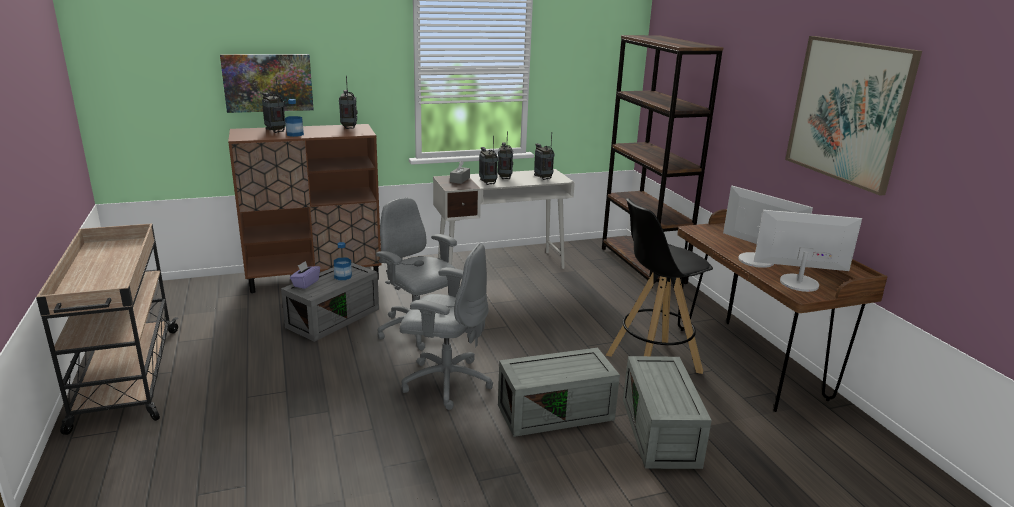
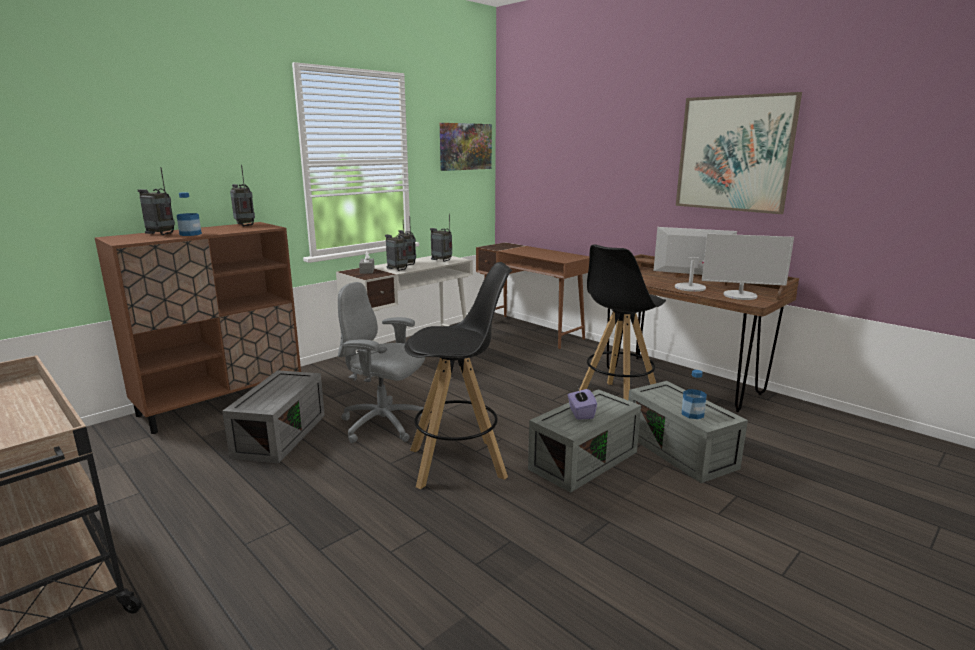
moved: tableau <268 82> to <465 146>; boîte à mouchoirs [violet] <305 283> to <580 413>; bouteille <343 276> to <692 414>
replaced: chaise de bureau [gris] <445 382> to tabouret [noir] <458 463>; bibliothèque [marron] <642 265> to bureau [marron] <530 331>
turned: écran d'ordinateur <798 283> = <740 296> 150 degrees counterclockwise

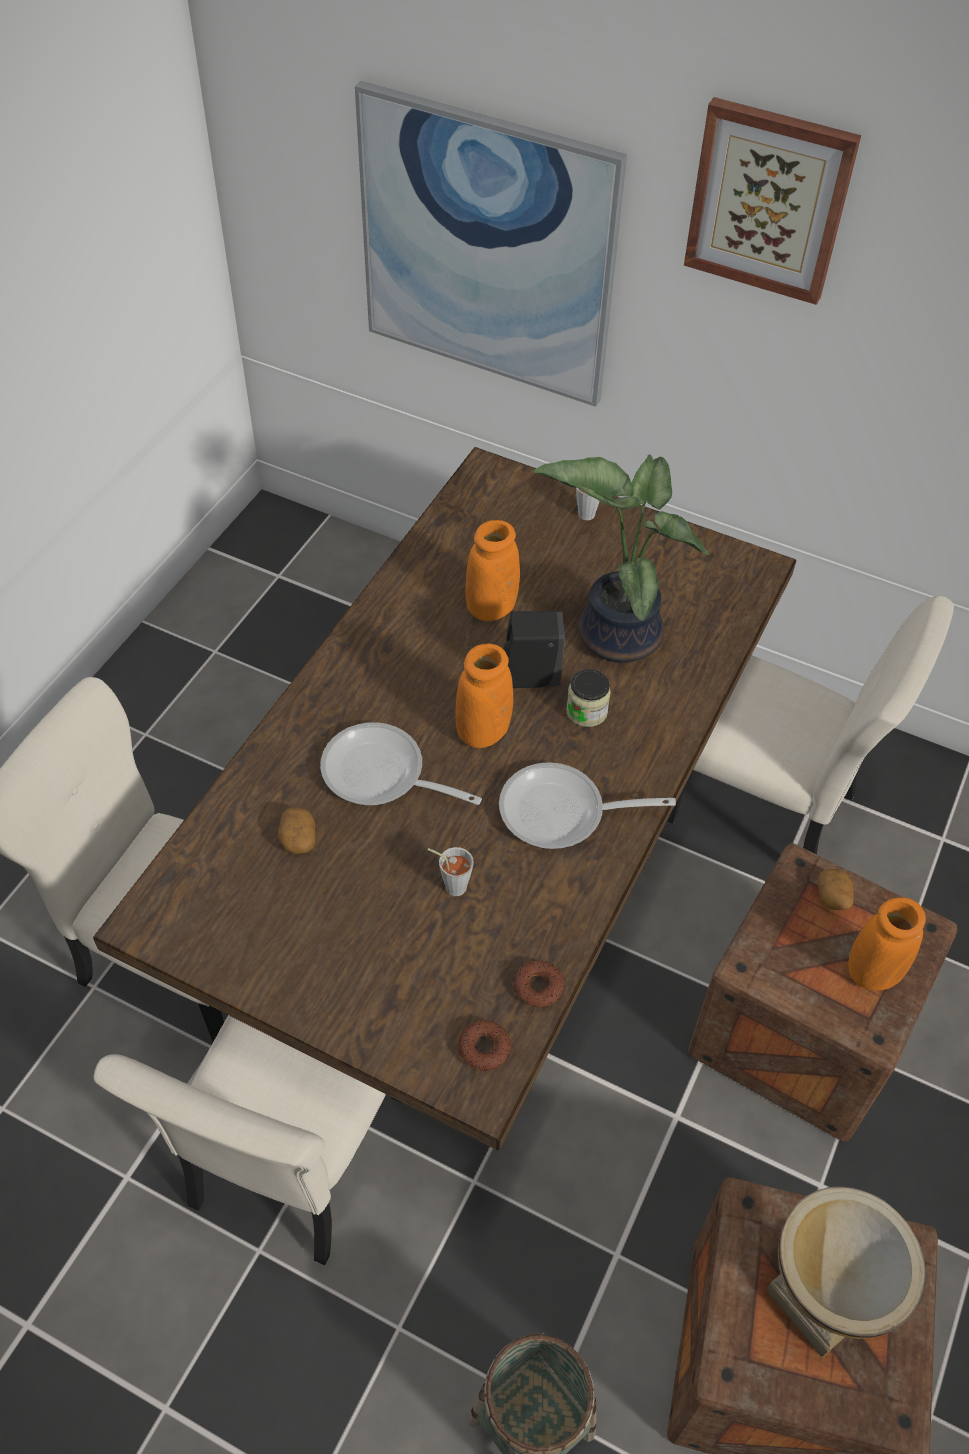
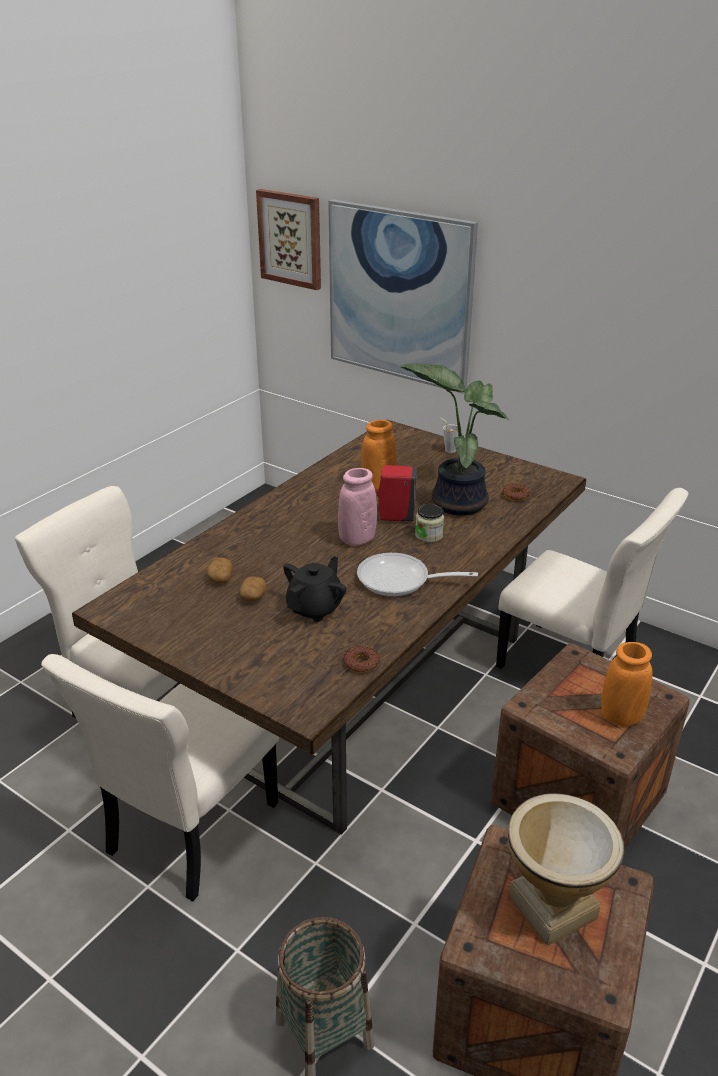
removed: poêle <381 775>
moved: beignet <484 1048> to <515 495>; tableau <769 200> to <291 238>; pomme de terre <833 896> to <253 597>
replaced: tasse [gris] <451 885> to théière [noir] <315 608>
recoloured: vase [orange] <483 731> to vase [rose] <357 539>; distributeur de savon [noir] <530 677> to distributeur de savon [rouge] <395 517>

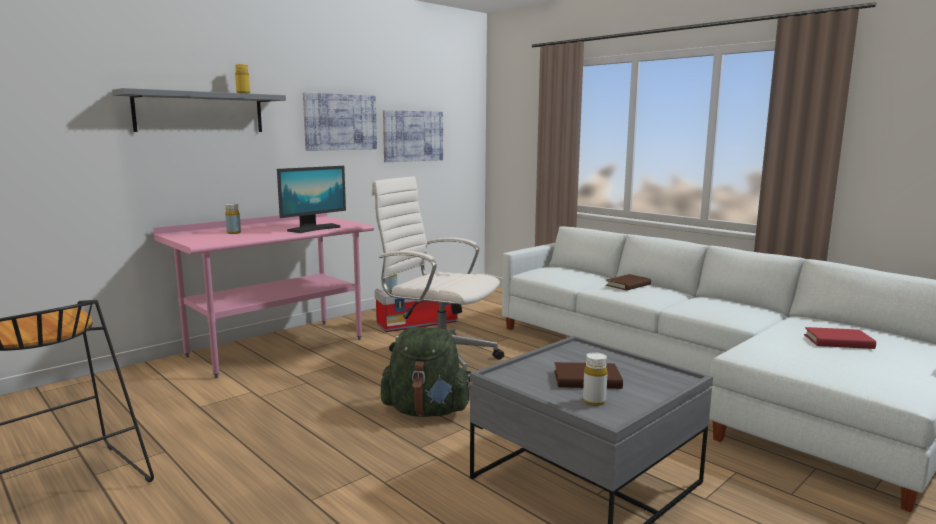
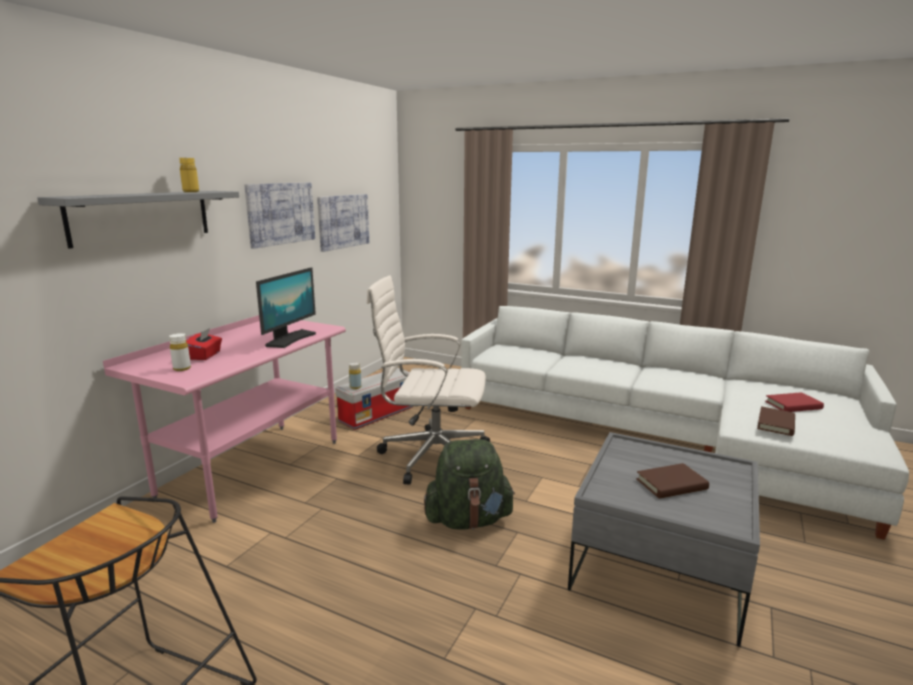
moved: bouteille [blanc] <594 401> to <182 368>; livre [marron] <628 285> to <776 424>
replaced: bouteille [jaune] <233 233> to boîte à mouchoirs [rouge] <205 355>

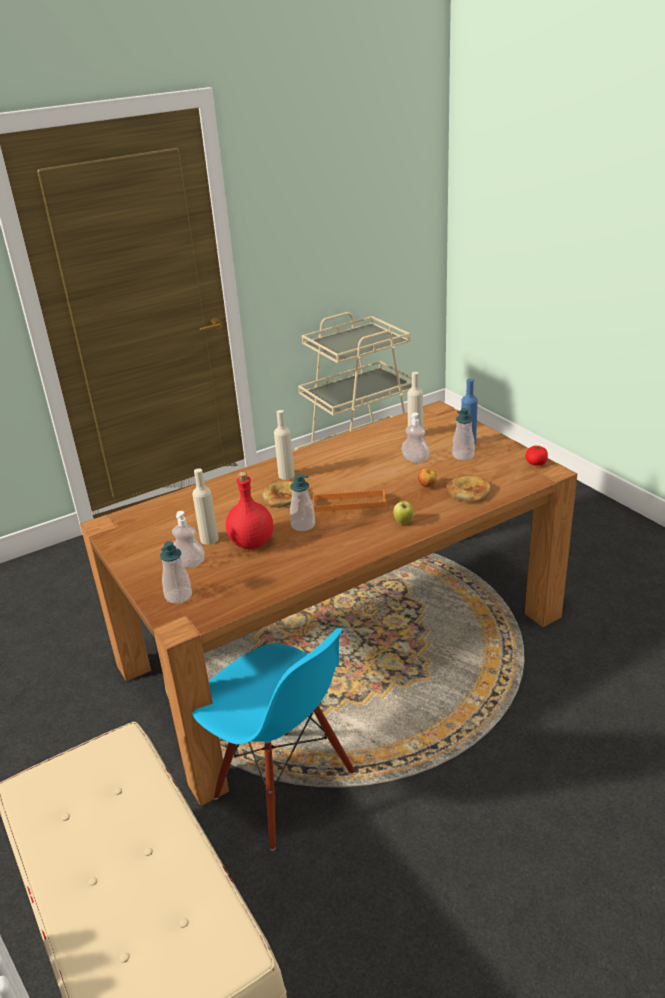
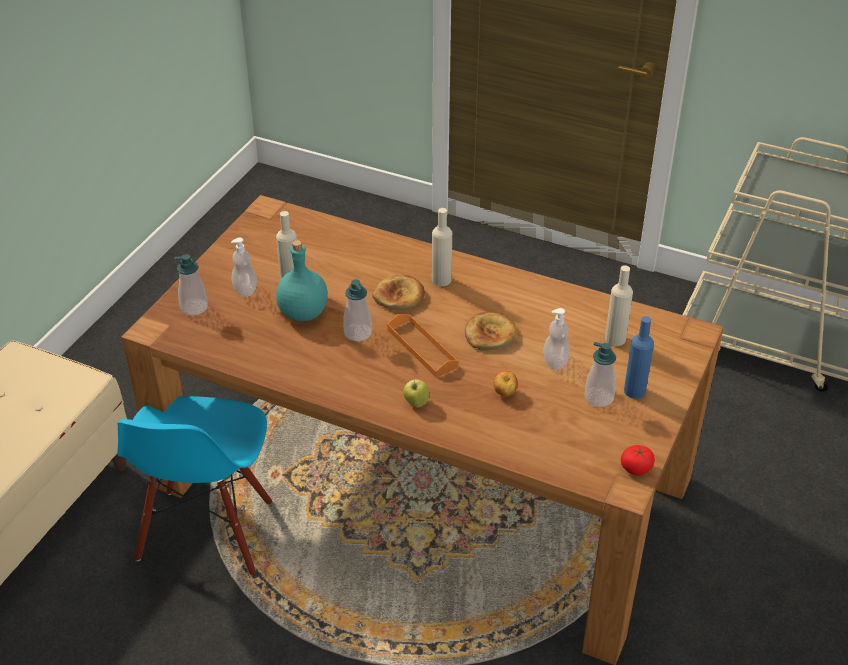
moved: pain <468 491> to <490 334>
recoloured: bouteille [rouge] <251 543> to bouteille [turquoise] <302 312>

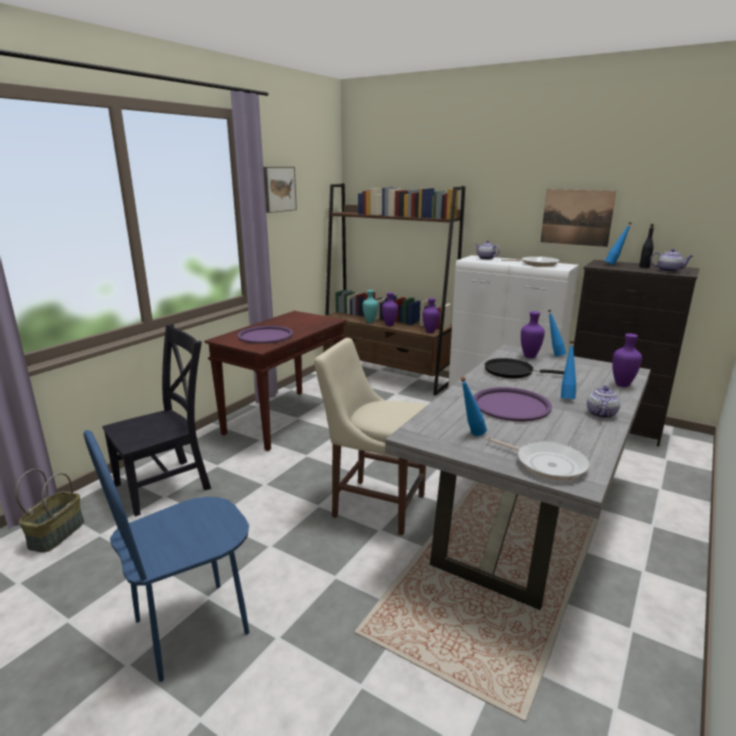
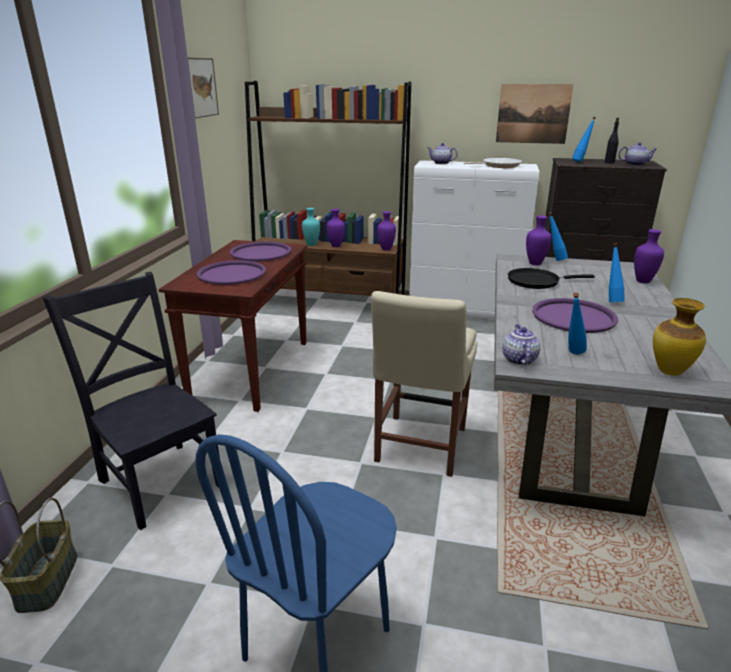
added: plateau [violet] <261 252>
moved: théière <600 413> to <518 359>
replaced: poêle <547 464> to vase <669 371>
turned: chaise [noir] <167 485> = <159 479> 75 degrees counterclockwise; chaise [beige] <374 504> = <419 447> 75 degrees counterclockwise

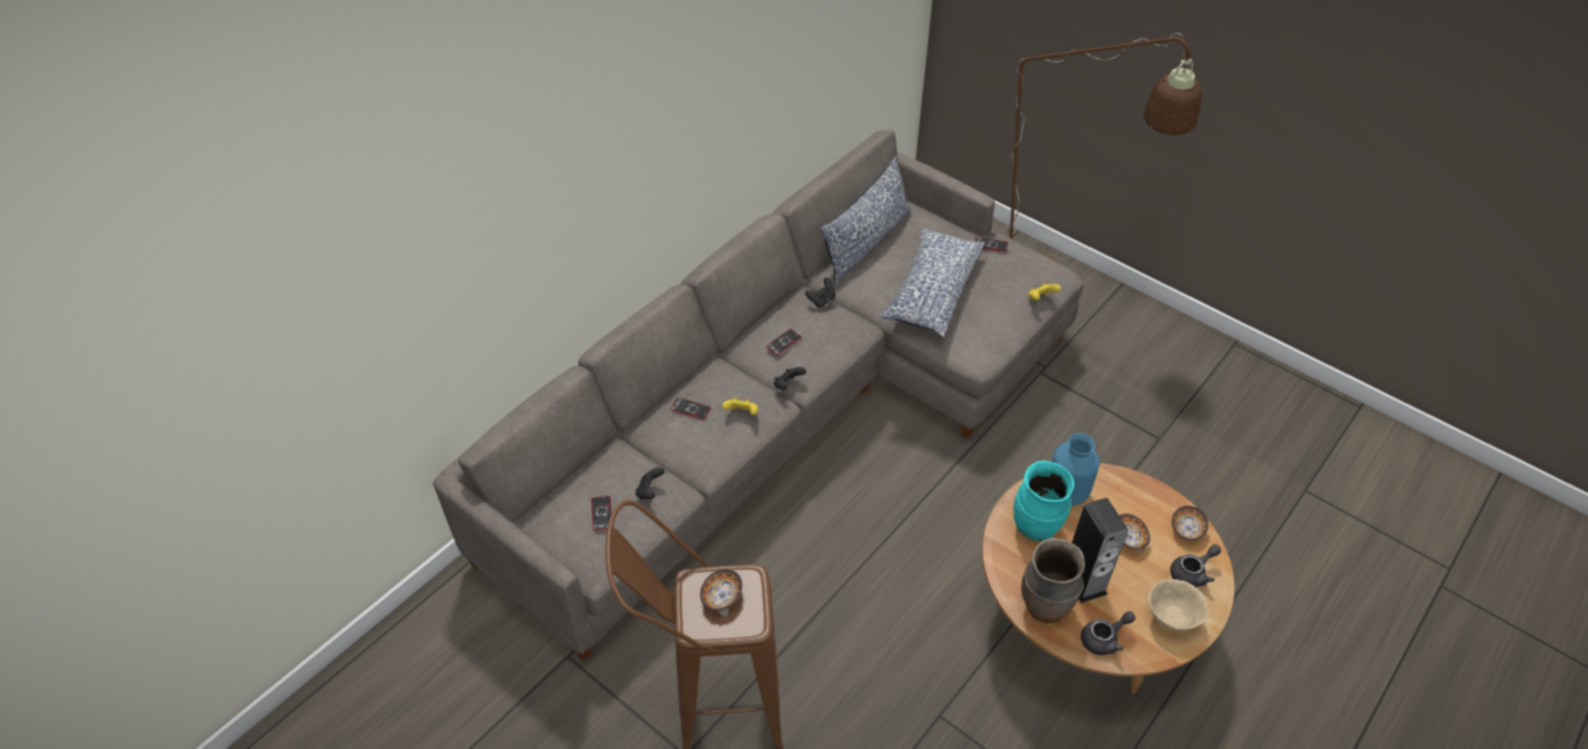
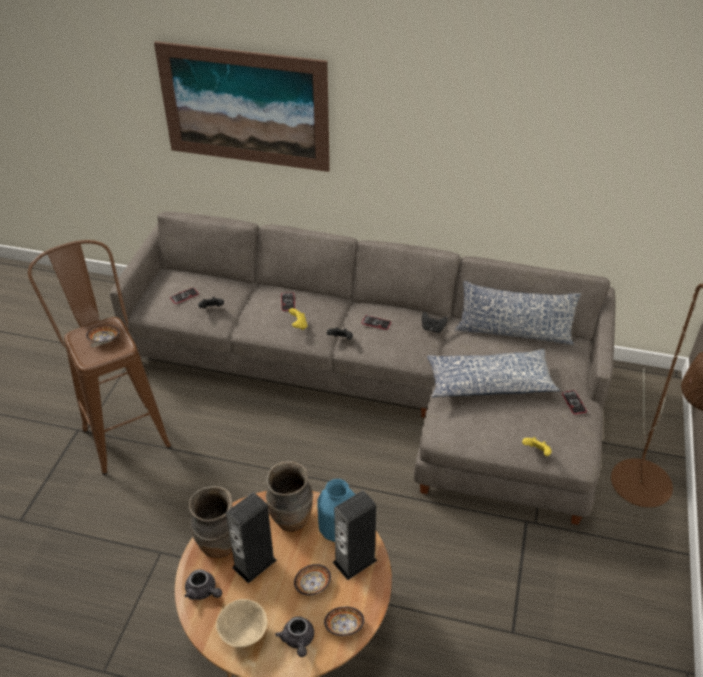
added: tableau <245 107>; enceinte <355 561>
recoloured: vase [turquoise] <1036 528> to vase [marron] <291 519>
turned: théière [gris] <1192 573> = <298 641> 45 degrees clockwise

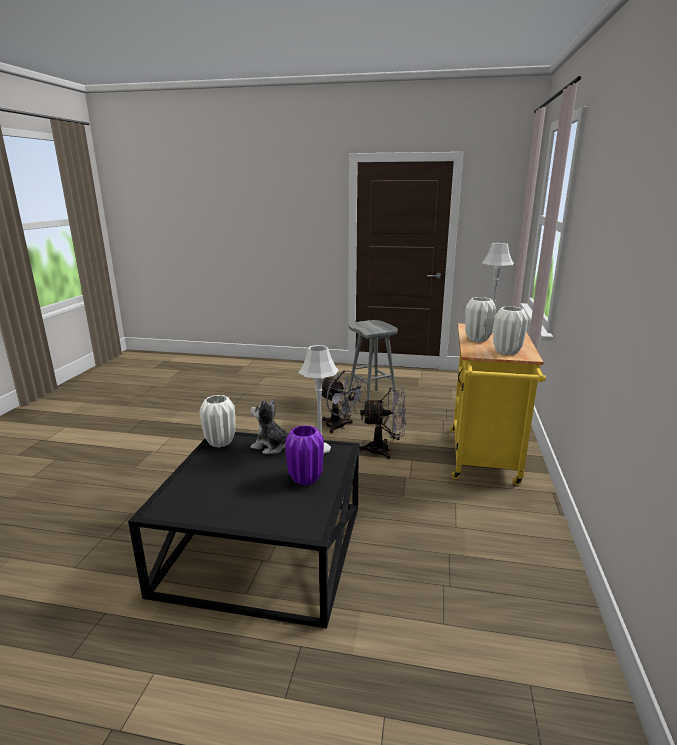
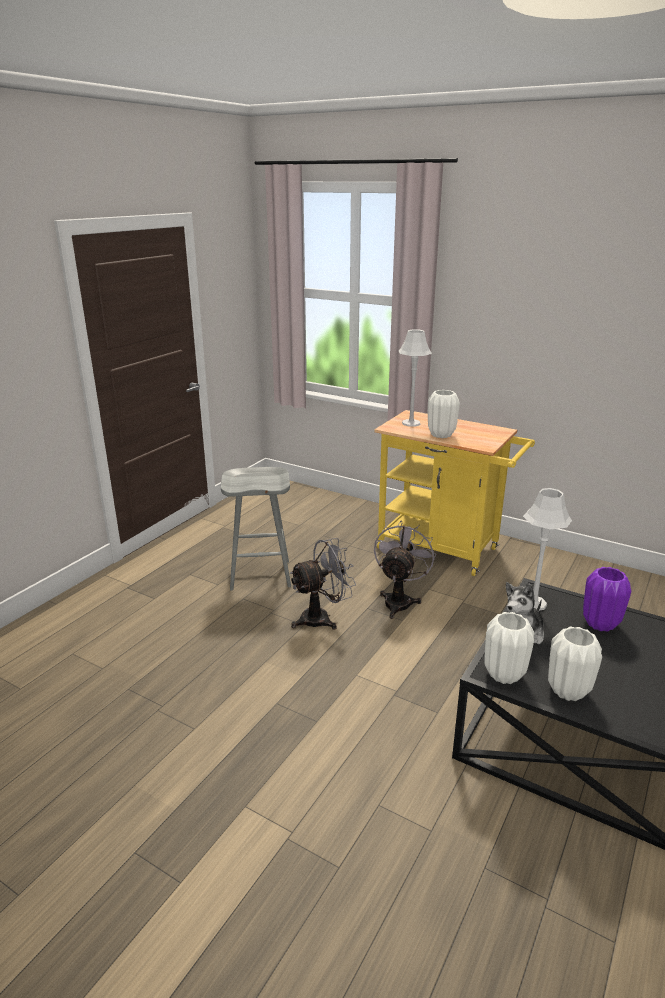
moved: vase [blanc] <506 352> to <567 691>

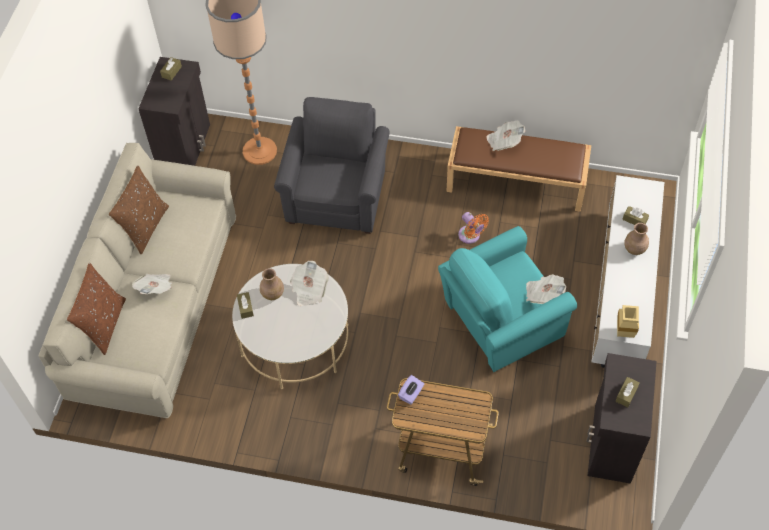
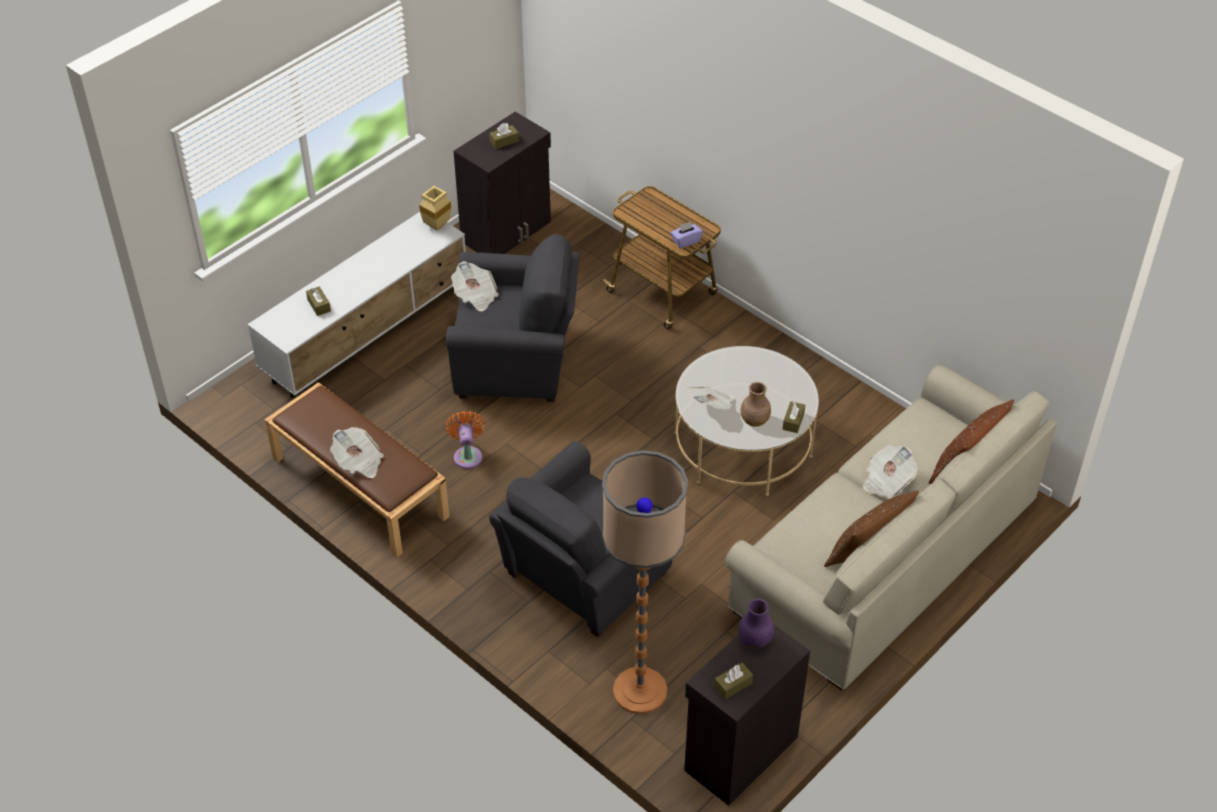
removed: vase [marron] <634 249>
added: vase [violet] <754 640>
recoloured: fauteuil [turquoise] <498 323> to fauteuil [gris] <517 362>

